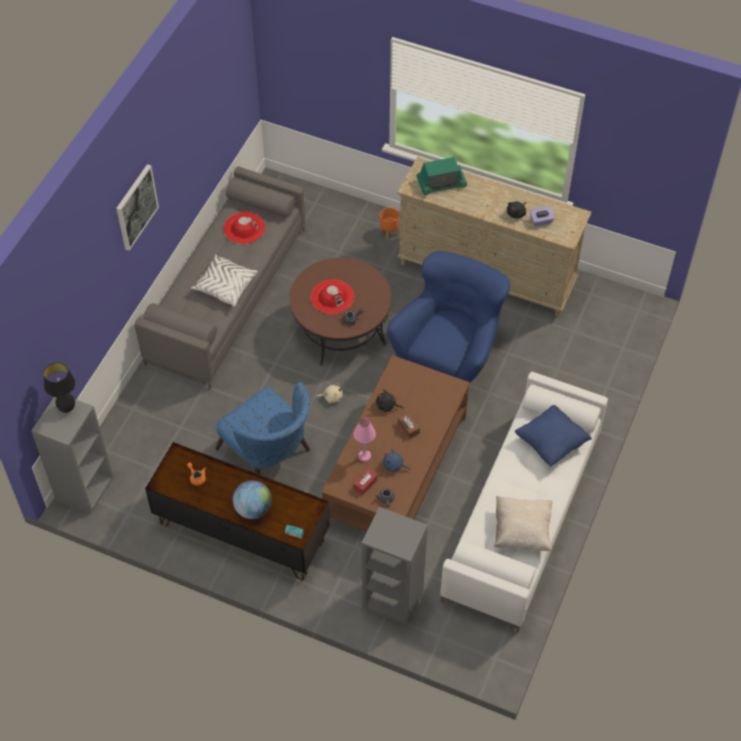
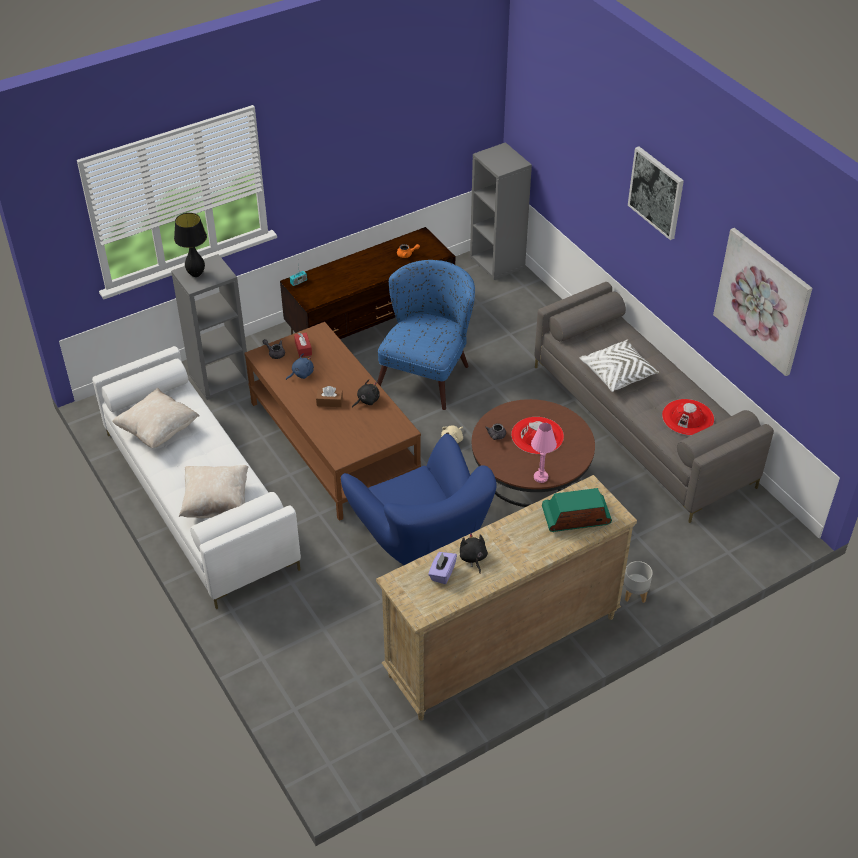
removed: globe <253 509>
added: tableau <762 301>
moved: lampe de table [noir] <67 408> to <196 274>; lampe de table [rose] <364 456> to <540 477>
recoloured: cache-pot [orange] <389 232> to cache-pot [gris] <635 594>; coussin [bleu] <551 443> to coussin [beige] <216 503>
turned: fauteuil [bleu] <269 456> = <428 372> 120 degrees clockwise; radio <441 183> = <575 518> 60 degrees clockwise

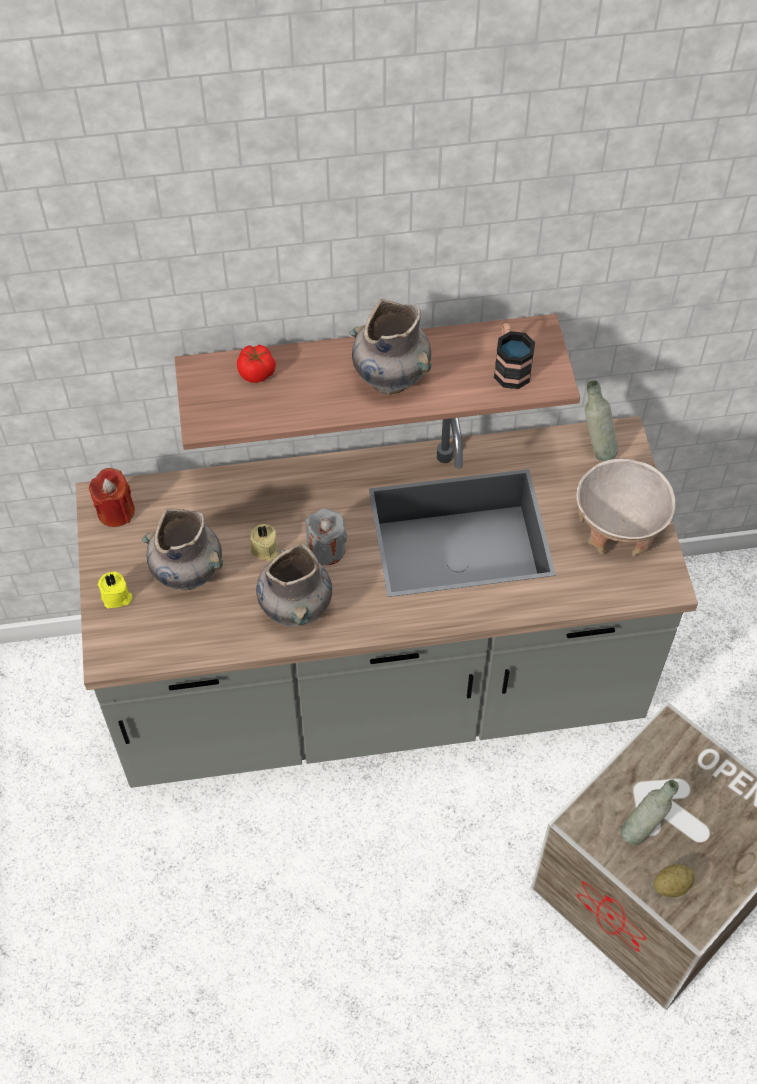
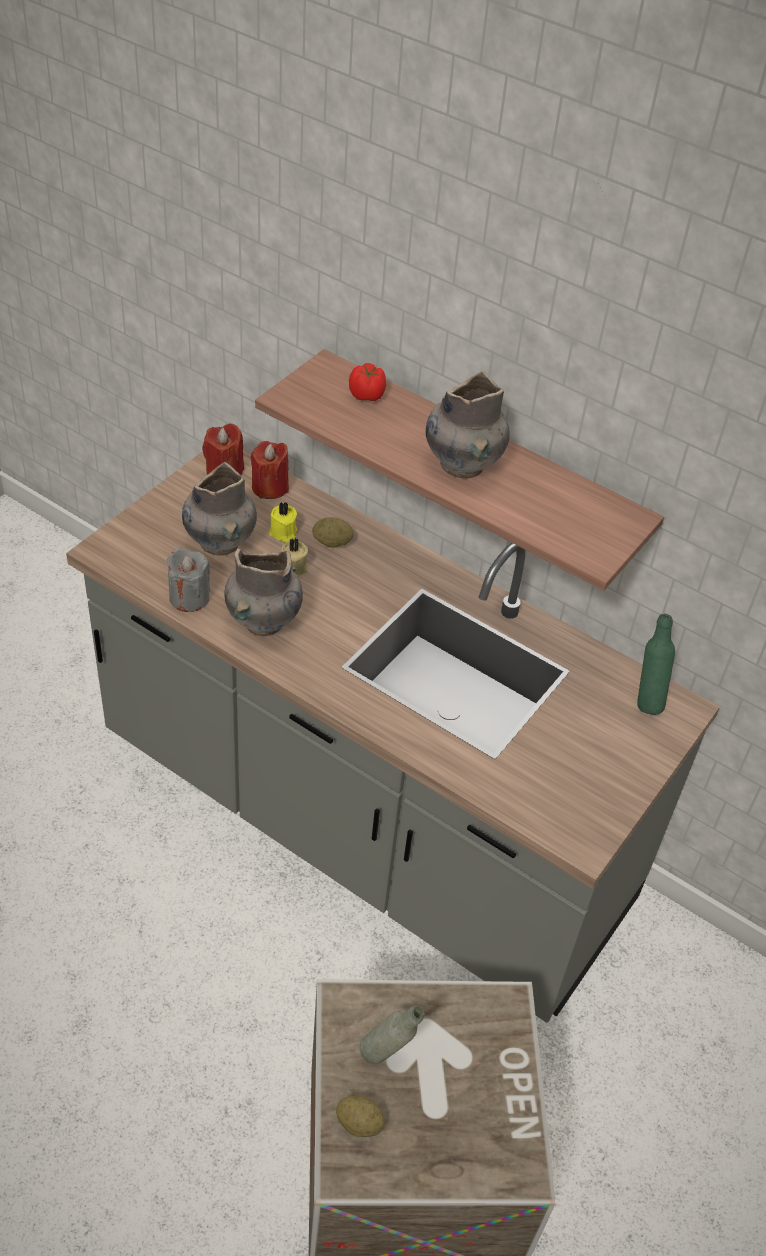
removed: mug <510 367>; bol [beige] <618 529>
added: bougie [rouge] <270 487>; pomme de terre <332 542>
moved: bougie [jaune] <116 597> to <283 533>; bougie [gris] <326 549> to <189 597>
recoloured: bouteille [gris] <595 449> to bouteille [vert] <646 700>

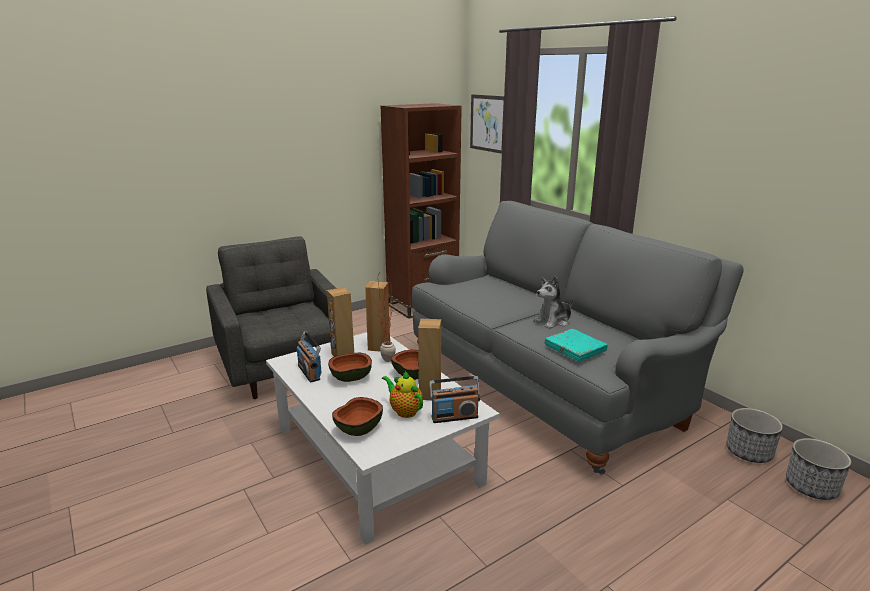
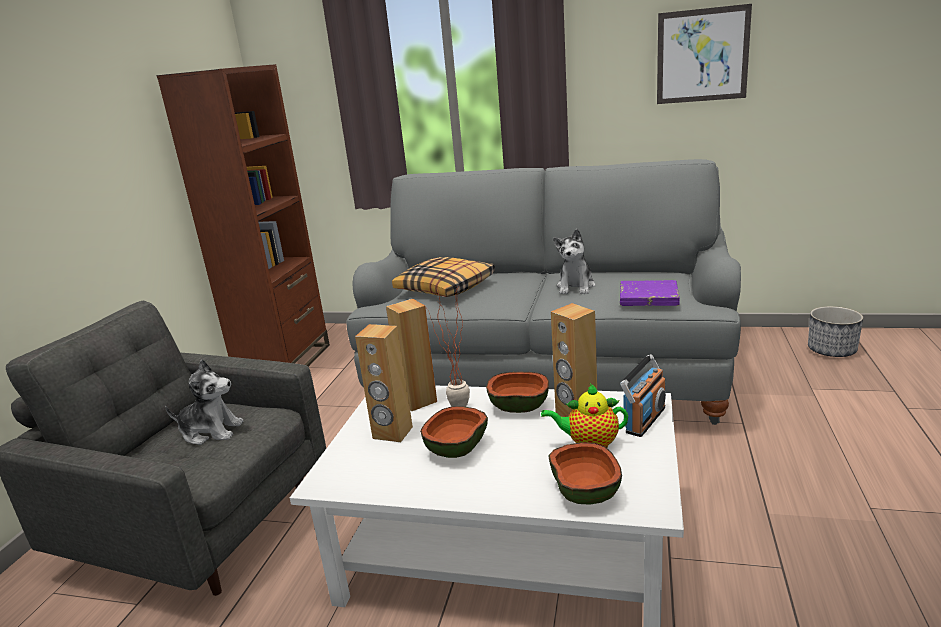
removed: radio <309 372>; cache-pot <749 452>
added: peluche <211 431>; coussin <446 288>
moved: tableau <488 123> to <702 55>
recoloured: livre [turquoise] <575 348> to livre [violet] <648 298>

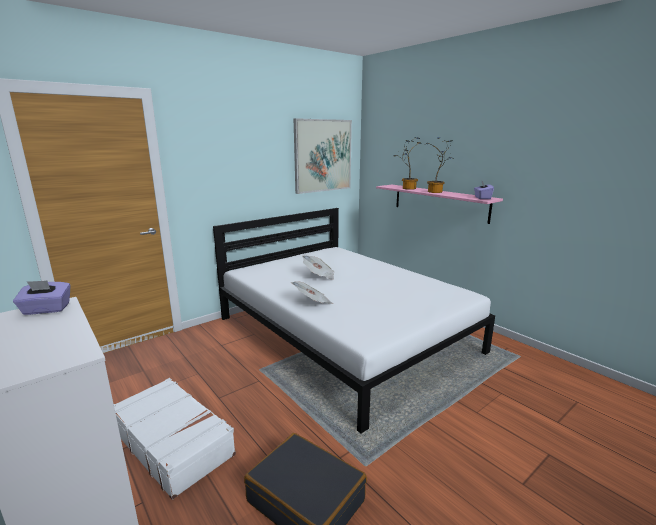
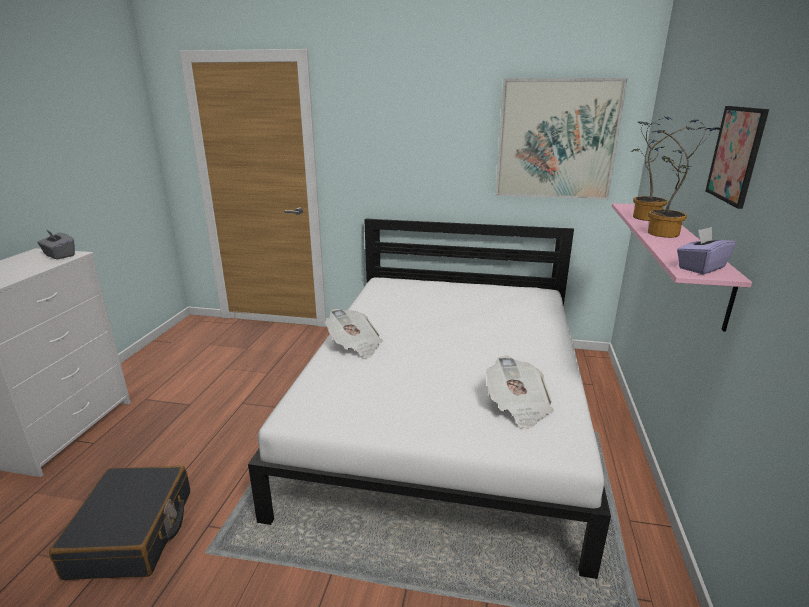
removed: valise [blanc] <173 442>
added: tableau <736 155>
moved: journal <319 276> to <517 407>
recoloured: boîte à mouchoirs [violet] <46 309> to boîte à mouchoirs [gris] <59 255>

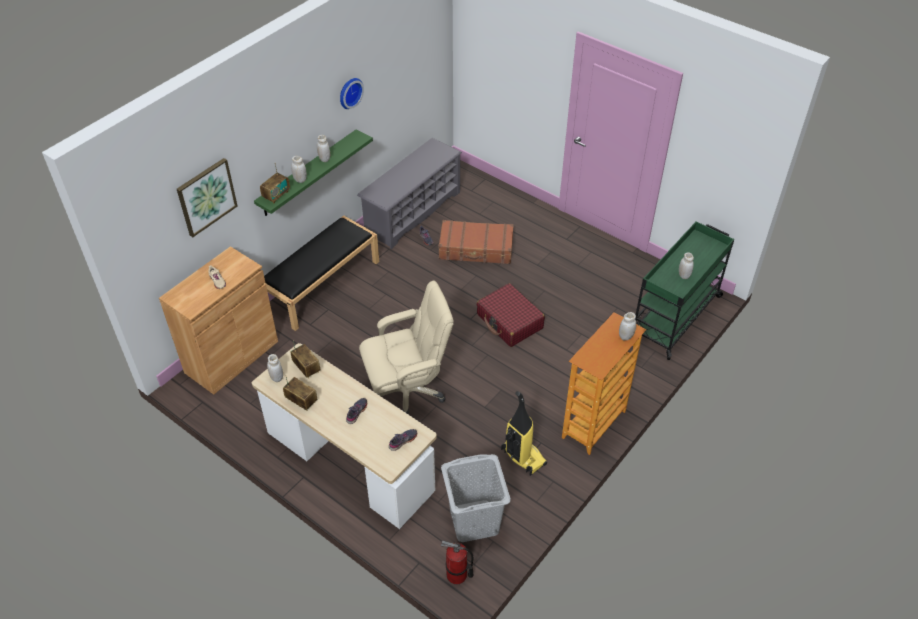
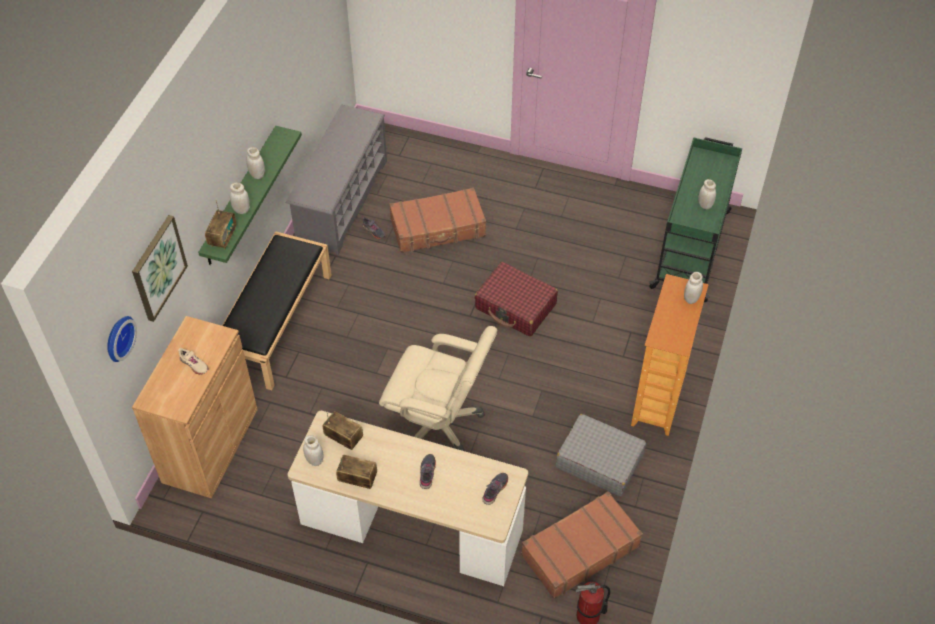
moved: horloge murale <349 92> to <117 337>
replaced: panier à linge [gris] <474 521> to valise [marron] <579 550>; aspirateur <522 457> to valise [gris] <599 461>
turned: chaise de bureau [beige] <407 391> = <439 424> 60 degrees clockwise

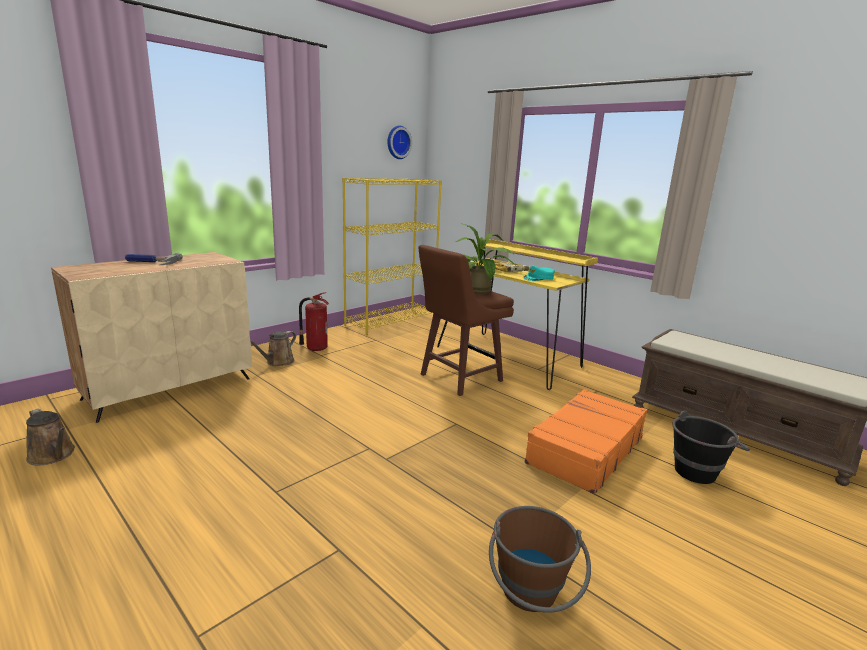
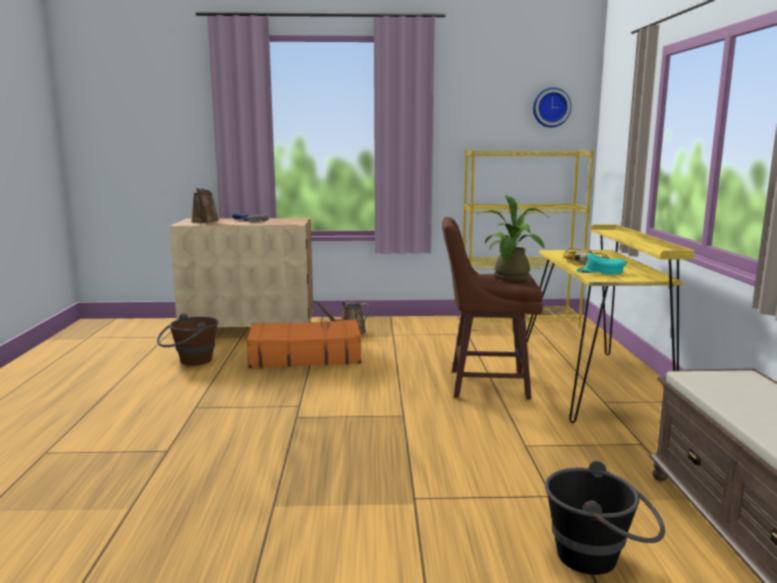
removed: extincteur <315 348>
moved: arrosoir [marron] <53 455> to <204 221>; seau [marron] <531 599> to <190 361>; valise [orange] <584 450> to <305 356>

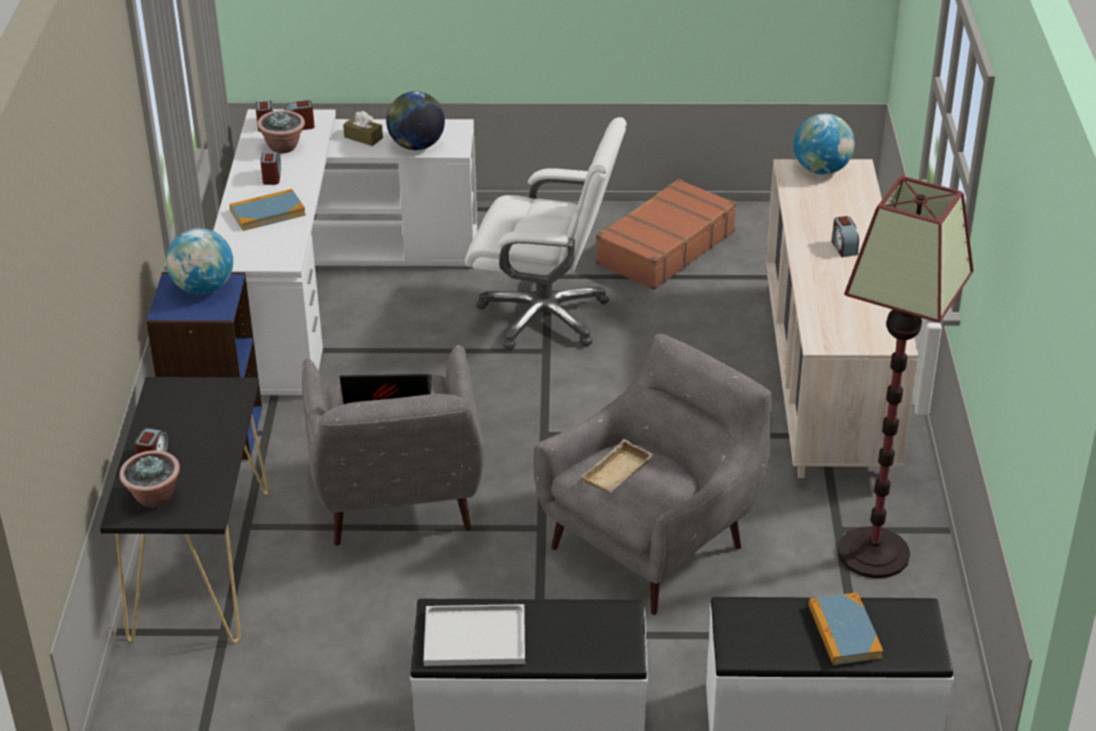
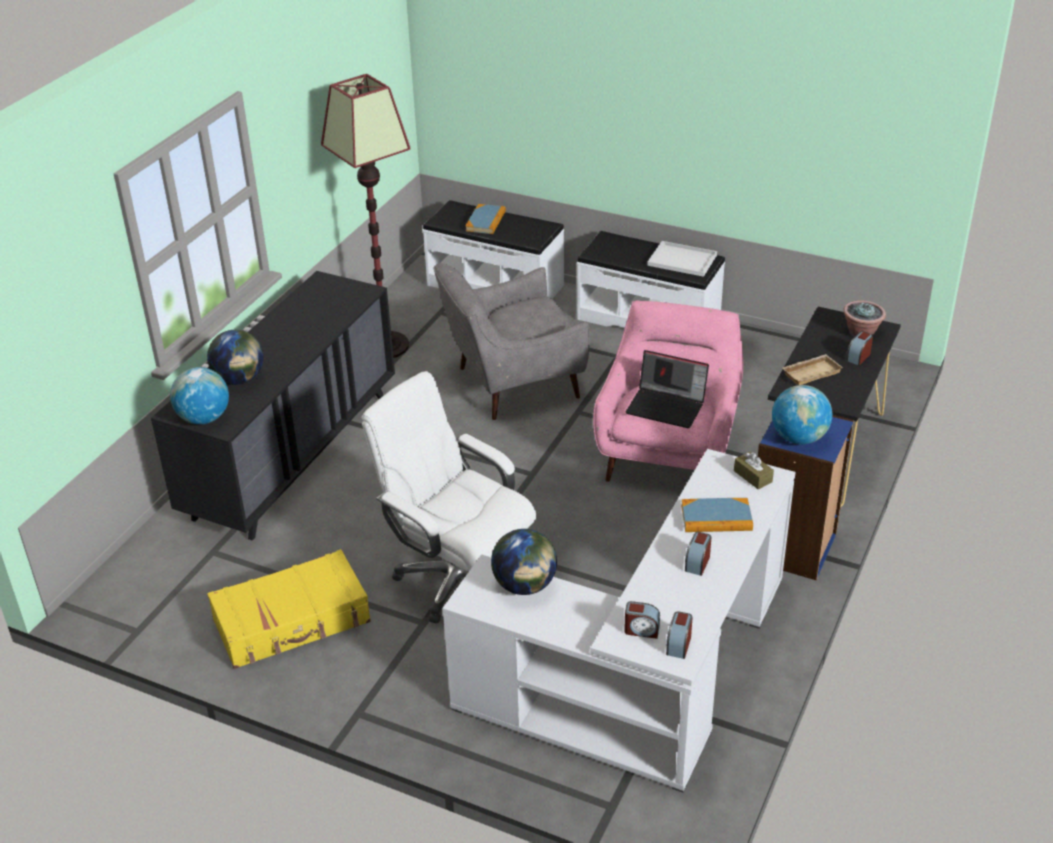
removed: plante en pot <283 147>; réveil <843 247>
added: globe <239 379>
moved: boîte à mouchoirs [marron] <363 137> to <752 476>; plateau [beige] <618 474> to <811 372>
recoloured: fauteuil [gris] <397 503> to fauteuil [rose] <668 453>; valise [marron] <664 248> to valise [jaune] <292 622>; commode [beige] <827 381> to commode [noir] <293 455>

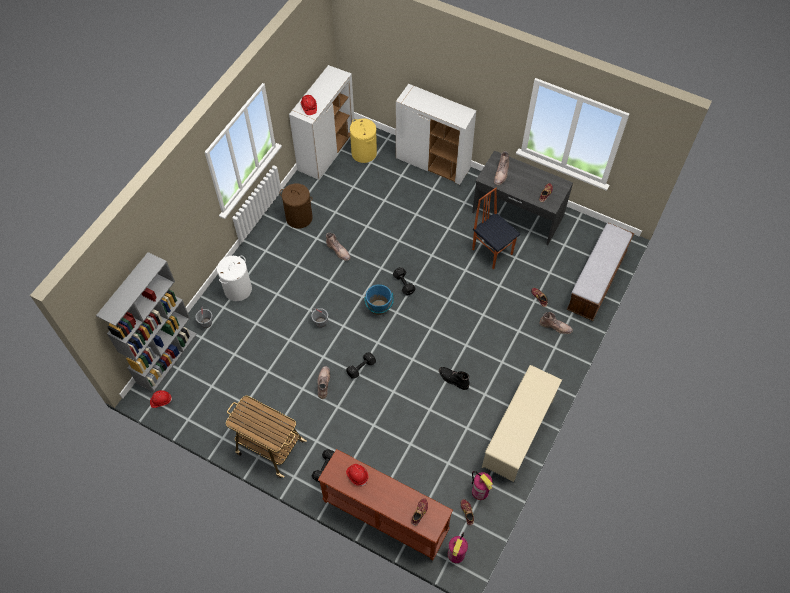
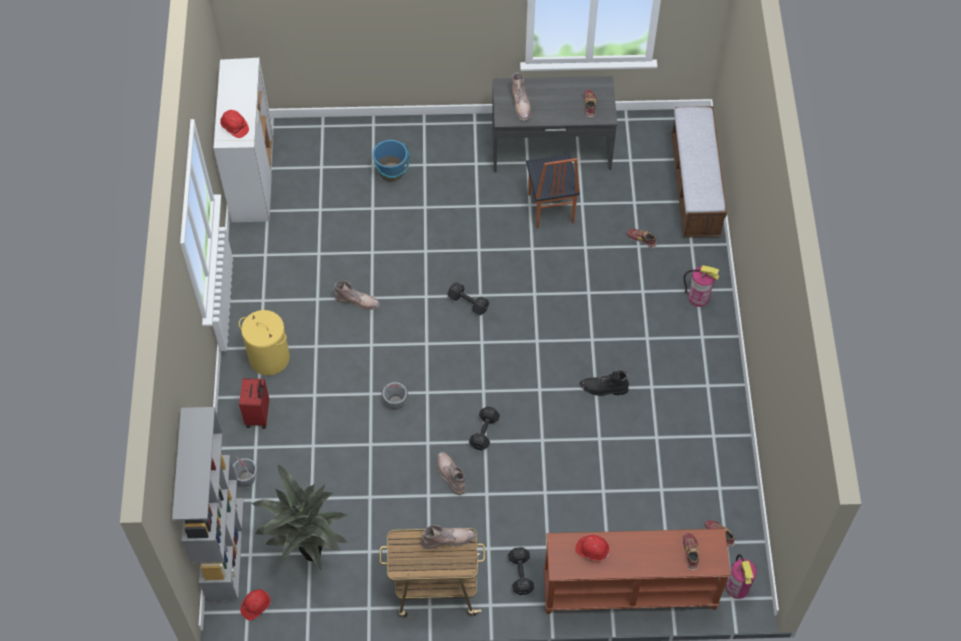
removed: panier à linge [marron] <299 218>; meuble de rangement [blanc] <433 163>; étagère à chaussures [beige] <518 433>
added: plante en pot <309 556>
moved: panier à linge [jaune] <364 153> to <269 357>; seau [bleu] <379 307> to <391 172>; extincteur <480 491> to <698 297>; botte [marron] <555 326> to <448 539>
replaced: panier à linge [blanc] <238 289> to valise [rouge] <258 415>
turned: chaise <492 251> = <550 209> 120 degrees counterclockwise

